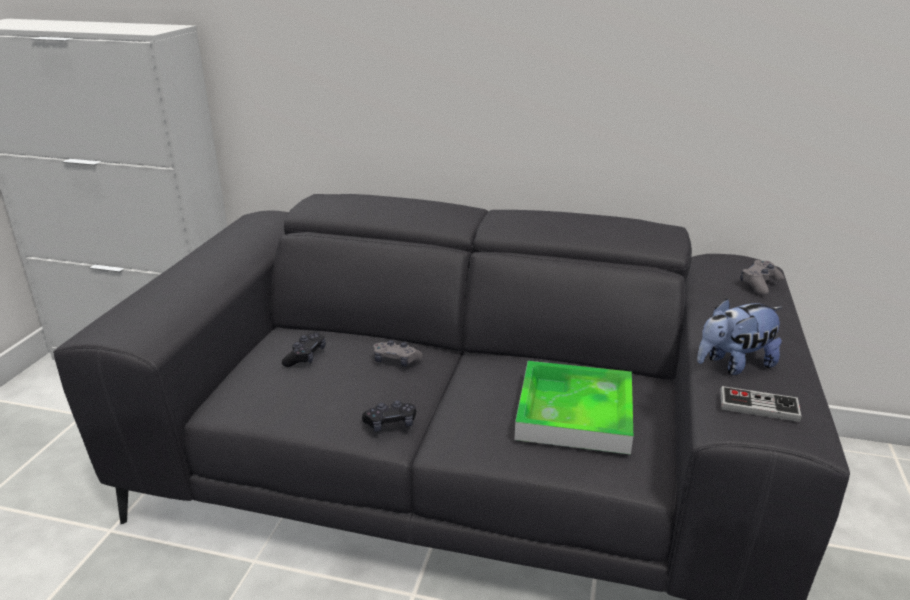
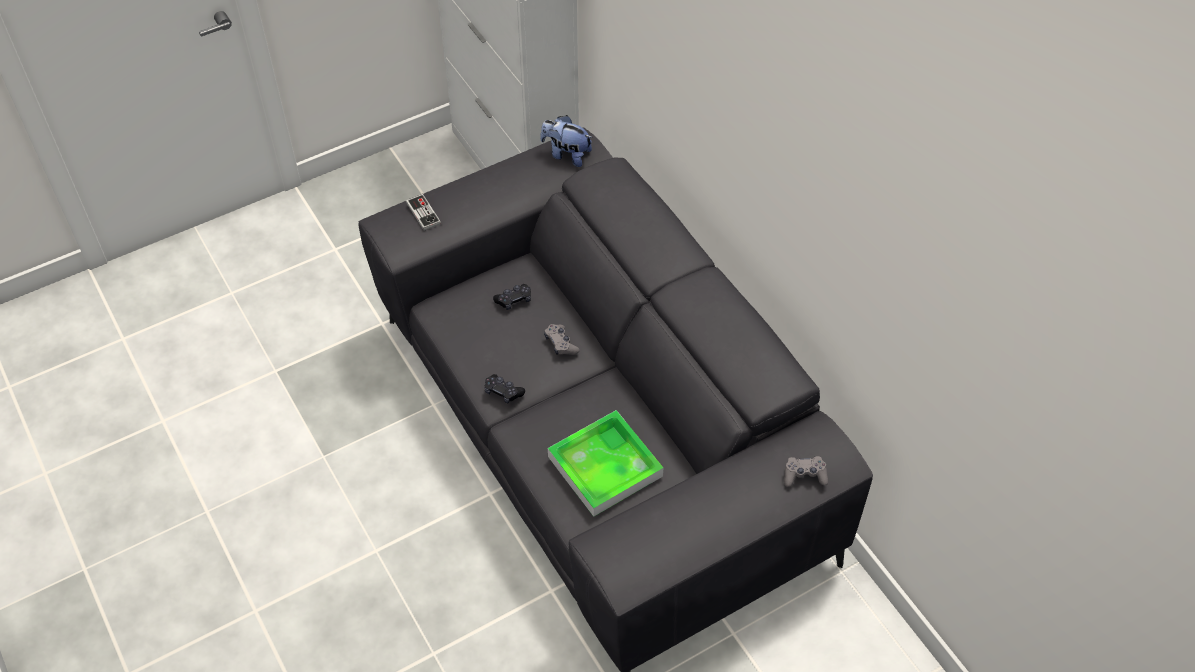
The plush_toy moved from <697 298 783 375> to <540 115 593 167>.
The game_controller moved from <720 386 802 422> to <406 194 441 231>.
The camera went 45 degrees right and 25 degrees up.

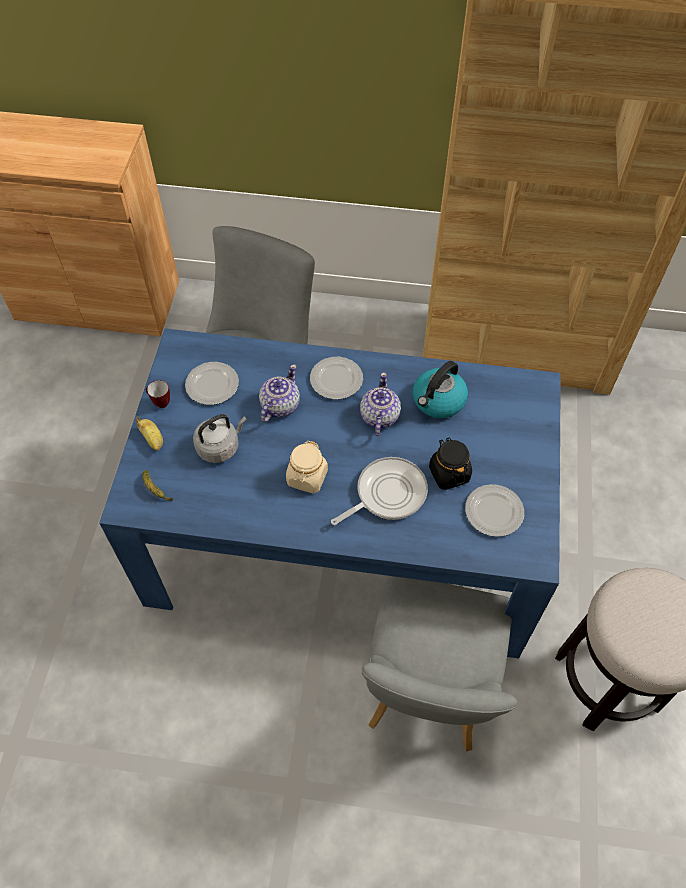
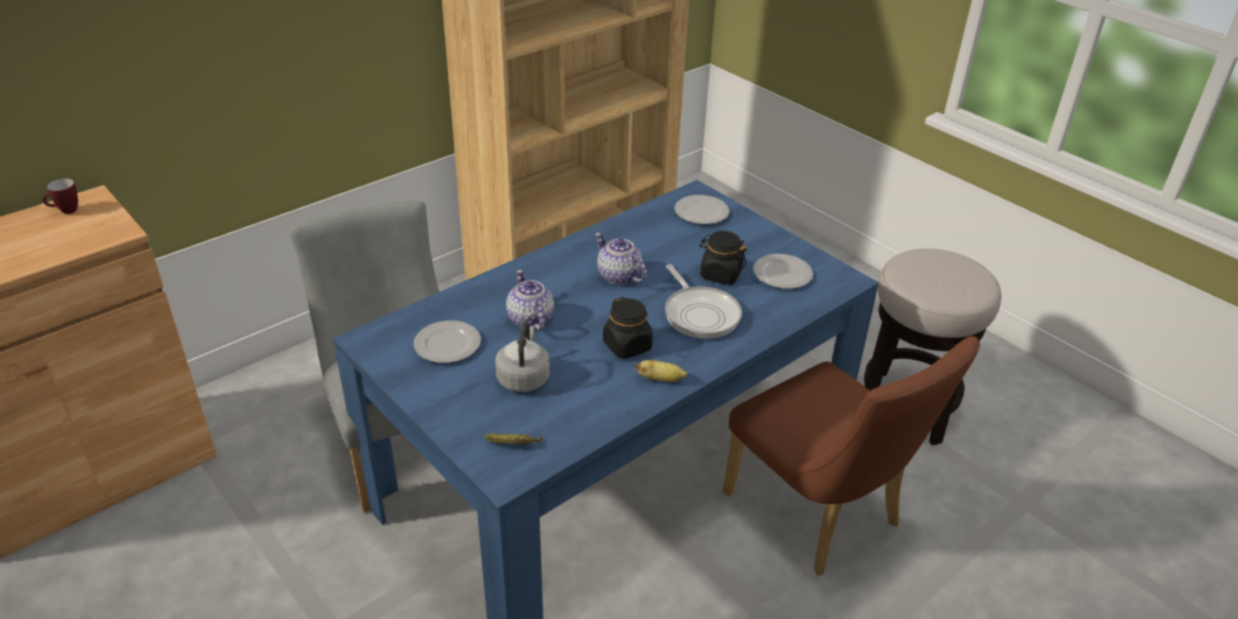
The kettle at <413 361 468 418> disappeared.
The banana moved from <136 417 163 451> to <634 360 688 382>.
The mug moved from <146 380 170 408> to <42 178 78 214>.
The plate moved from <310 357 363 399> to <674 195 729 224>.
The beige_jar at <286 441 328 494> became the black_jar at <603 297 653 359>.
The grey_chair at <362 576 517 751> became the brown_chair at <723 336 980 576>.
The frying_pan at <331 457 428 525> turned 150 degrees clockwise.
The camera went 50 degrees left and 20 degrees down.

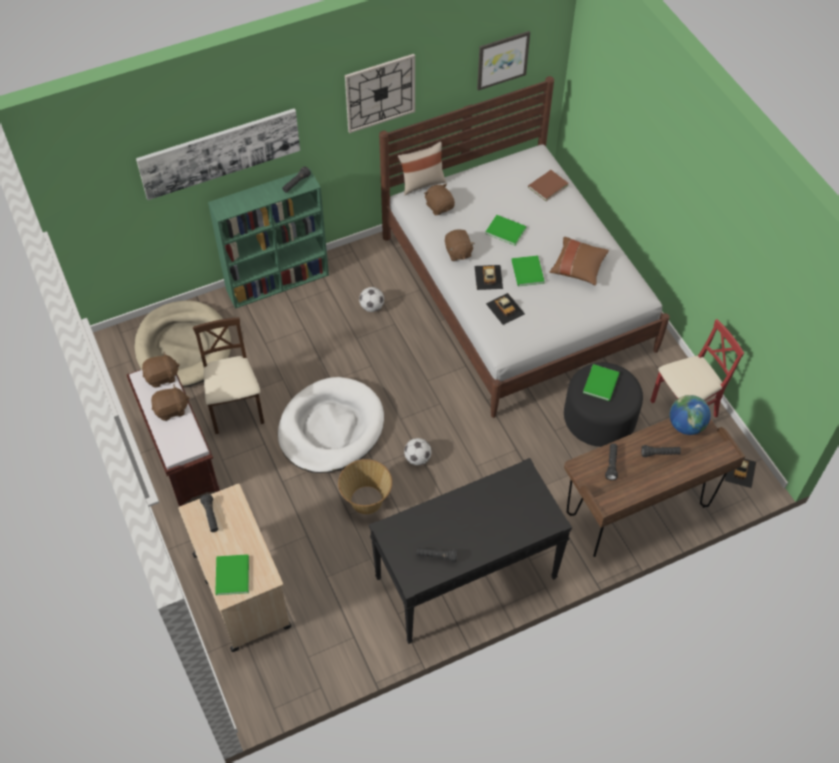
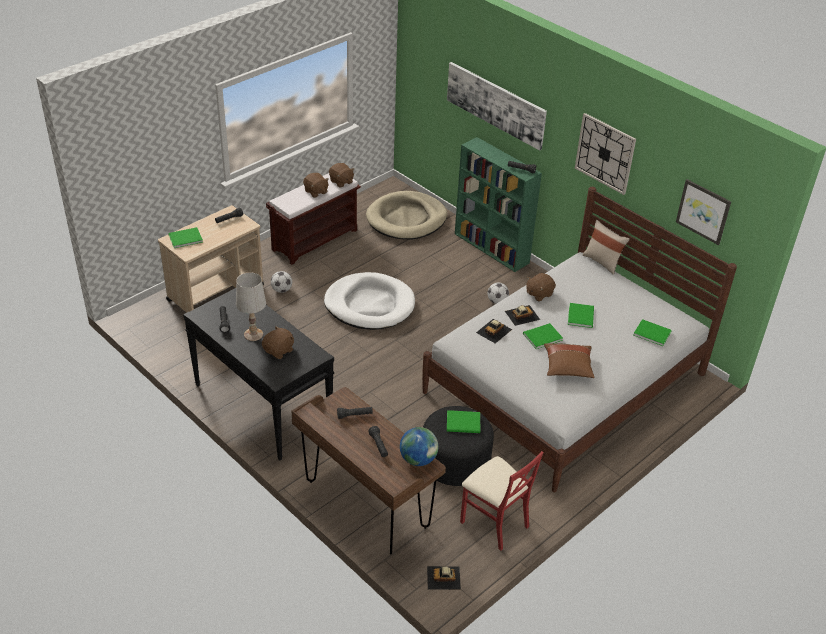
The beige_chair at <193 317 264 434> disappeared.
The basket at <338 459 392 514> disappeared.
The white_table_lamp at <236 272 266 341> appeared.
The football moved from <404 438 431 465> to <271 271 292 293>.
The brown_plush_toy moved from <424 184 455 215> to <262 326 294 359>.
The brown_book at <528 170 569 201> became the green_book at <634 319 672 346>.
The camera went 70 degrees right and 15 degrees down.

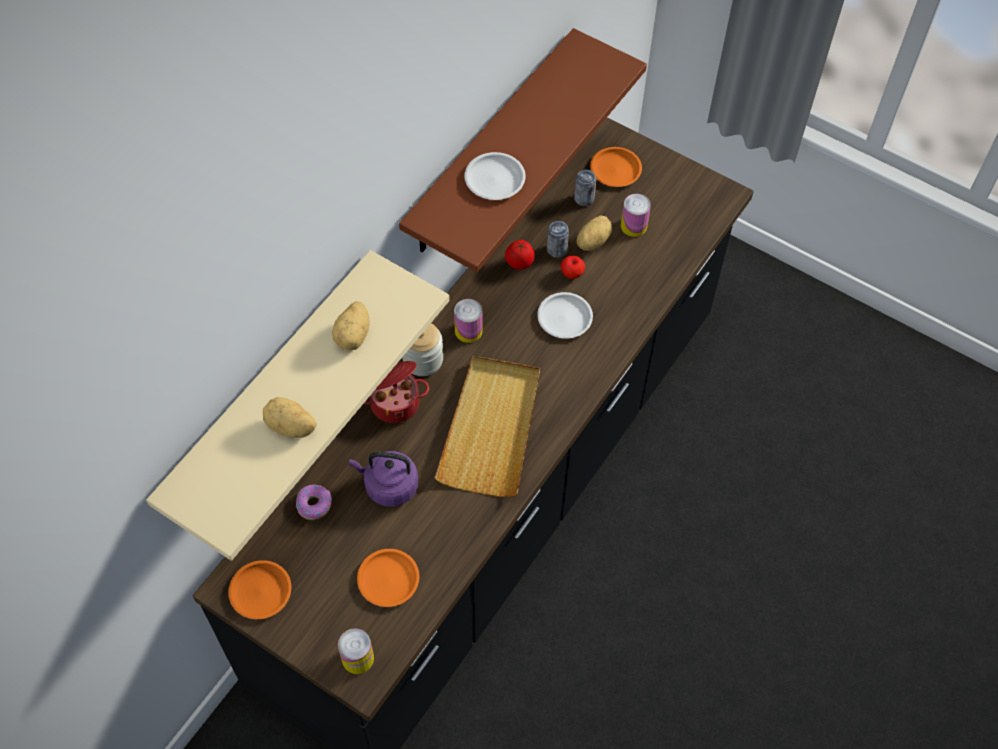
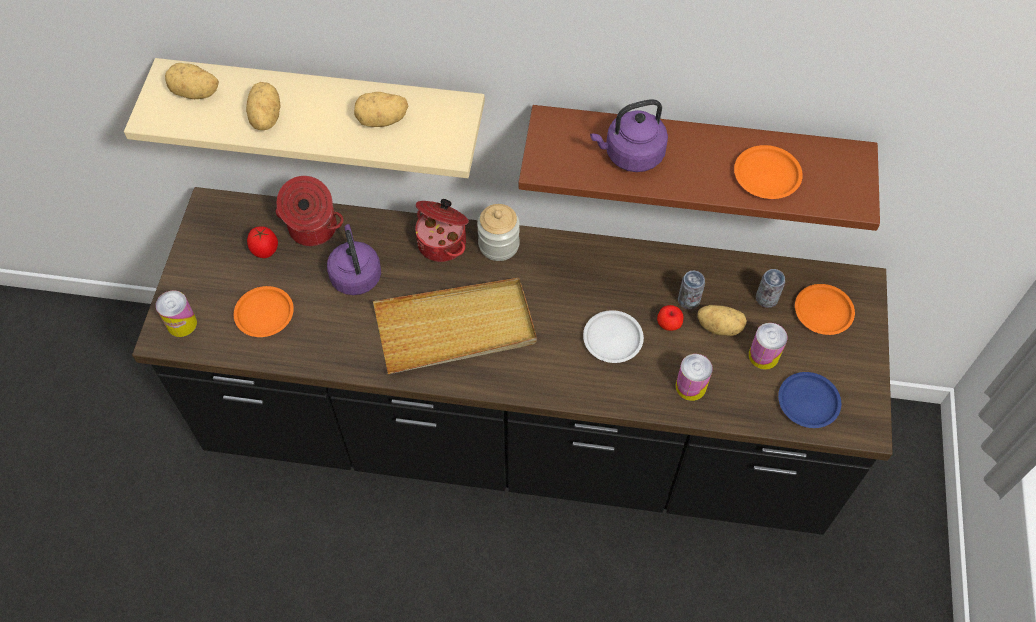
The potato at <165 63 219 99> appeared.
The blue_plate at <778 372 841 428> appeared.
The orange_plate moved from <228 560 291 619> to <734 145 803 199>.
The can moved from <454 299 483 343> to <676 354 713 401>.
The tomato moved from <505 240 535 270> to <247 226 278 258>.
The donut at <296 484 332 520> was replaced by the cooking_pot at <276 176 343 246>.
The white_plate at <464 152 526 200> was replaced by the purple_kettle at <590 99 668 172>.
The camera went 65 degrees right and 0 degrees up.

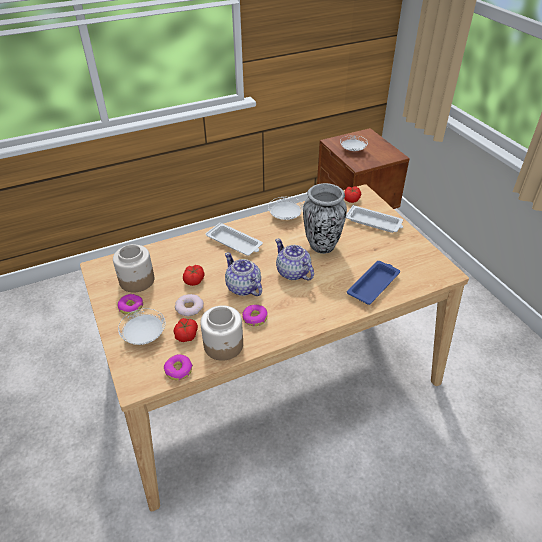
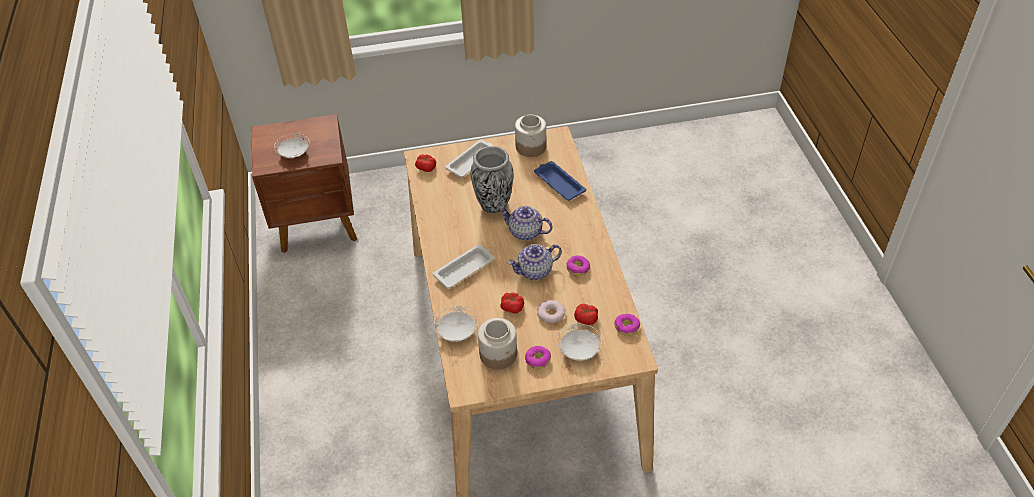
The jar moved from <200 305 243 361> to <515 115 546 157>.
The white_plate moved from <268 197 303 220> to <434 306 478 342>.
The teapot at <275 239 314 281> turned 45 degrees clockwise.
The camera went 75 degrees left and 5 degrees up.

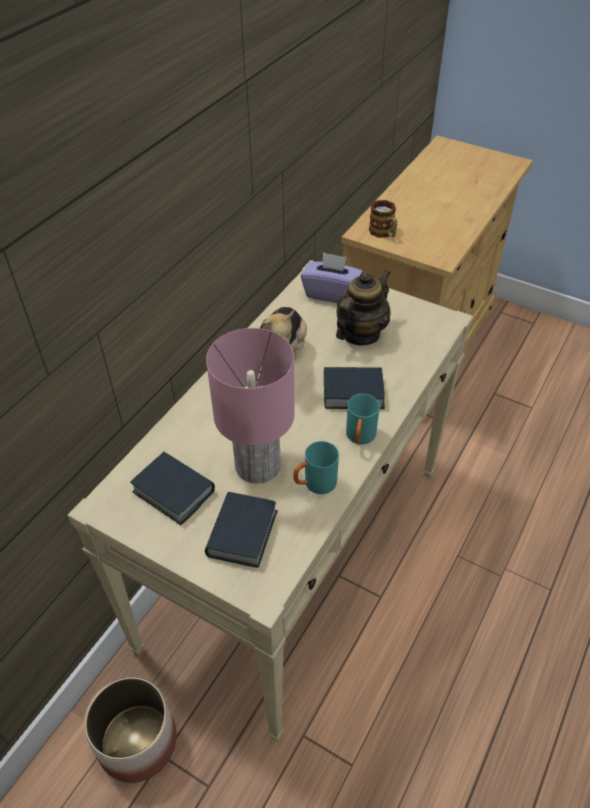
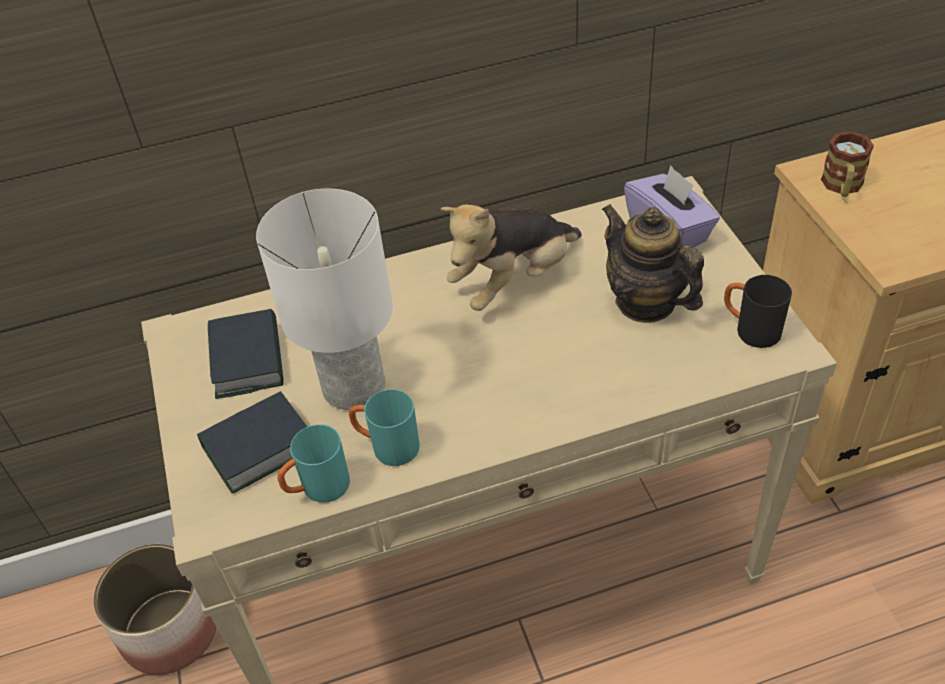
The book at <324 367 385 409> disappeared.
The black_mug at <724 275 792 348> appeared.
The turquoise_mug moved from <346 394 380 444> to <277 424 350 503>.
The pink_table_lamp at <206 328 295 483> became the white_table_lamp at <256 189 393 410>.
The teapot at <336 269 391 346> turned 120 degrees counterclockwise.
The camera went 45 degrees right and 0 degrees up.

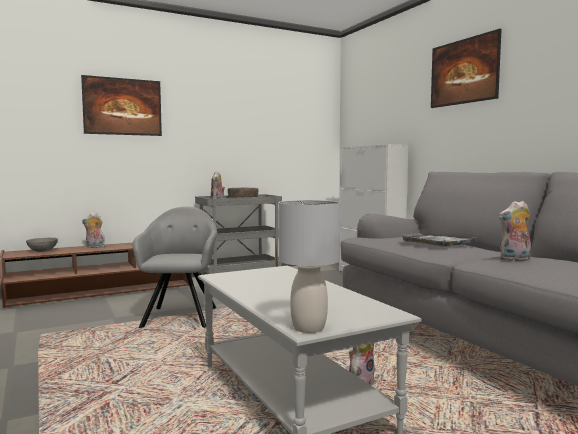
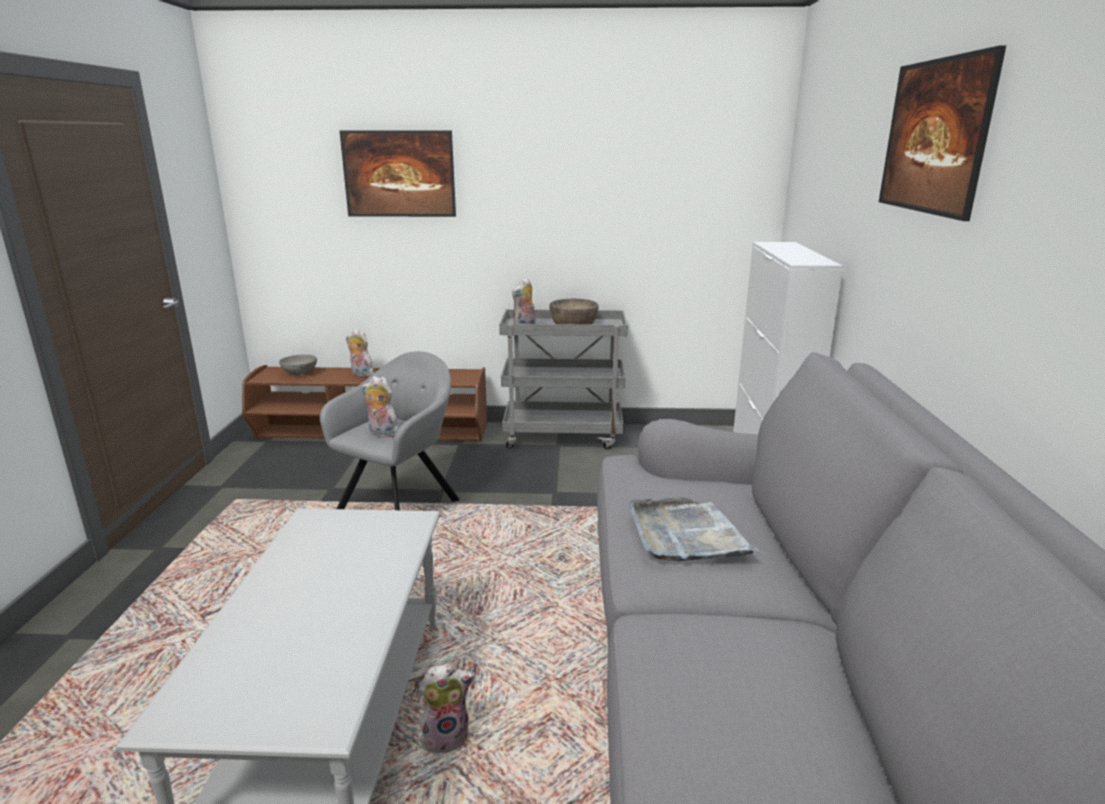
The grey_table_lamp at <279 200 341 333> disappeared.
The plush_toy moved from <498 201 531 261> to <362 376 398 438>.
The camera went 30 degrees right and 15 degrees up.

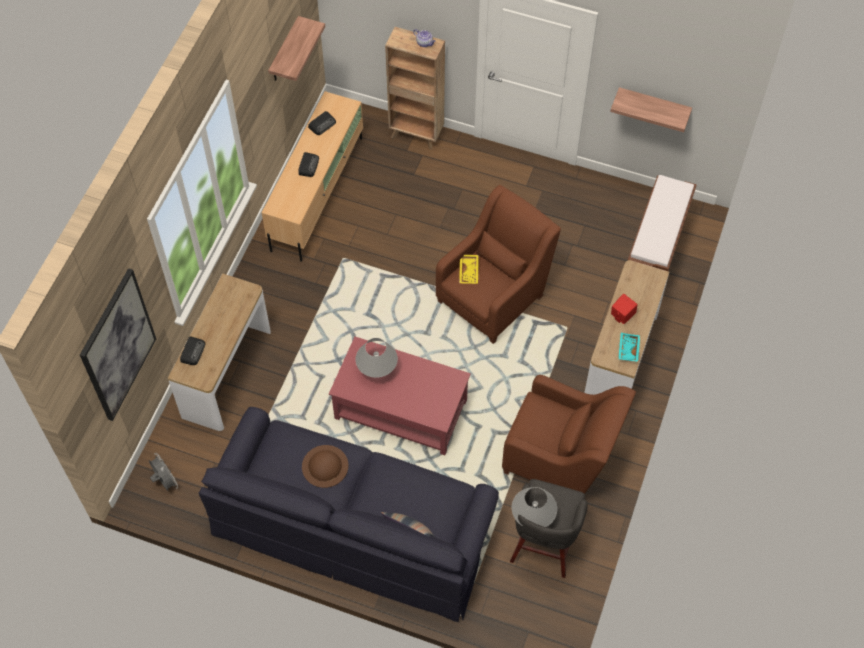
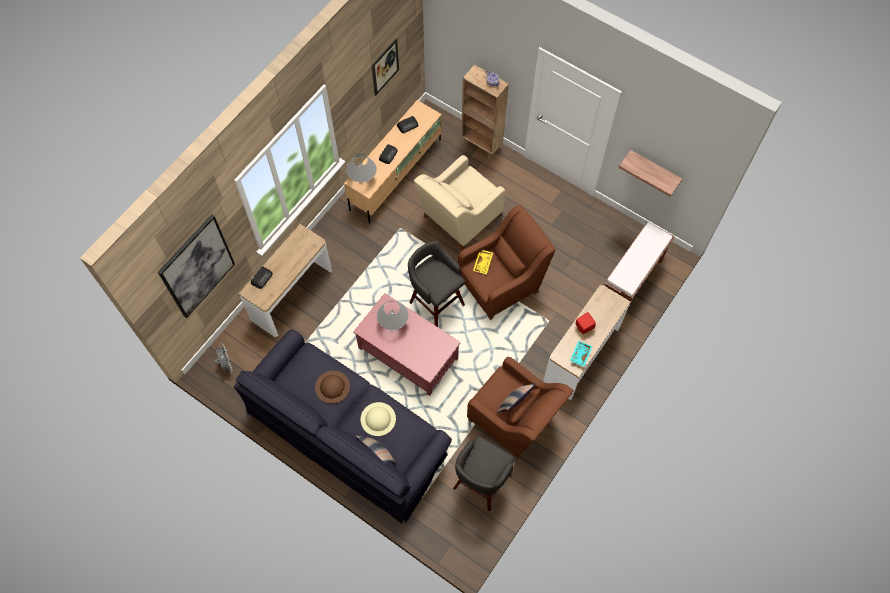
The beige_hat at <360 402 396 436> appeared.
The grey_stool at <408 241 465 327> appeared.
The beige_armchair at <414 155 506 250> appeared.
The pillow at <496 383 536 413> appeared.
The grey_table_lamp moved from <512 487 557 527> to <347 154 377 182>.
The shelf at <268 16 325 81> was replaced by the picture at <372 38 399 96>.
The camera went 15 degrees right and 5 degrees up.

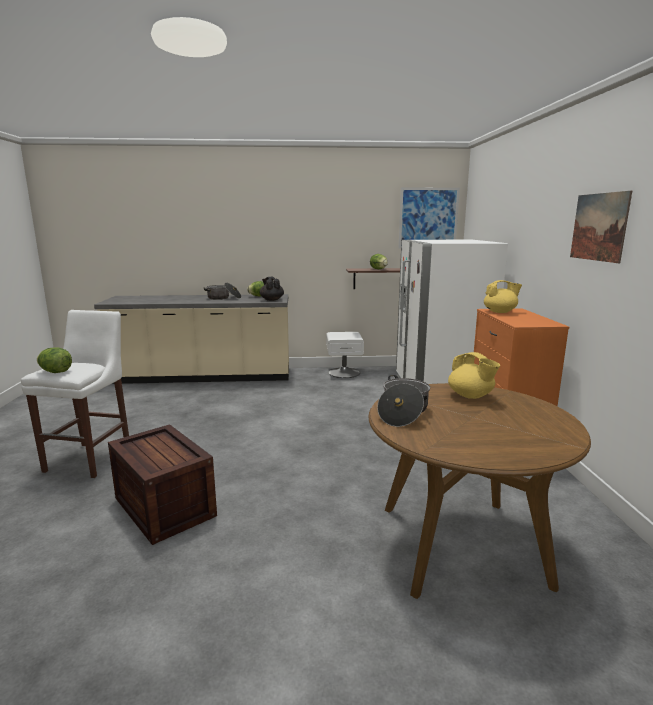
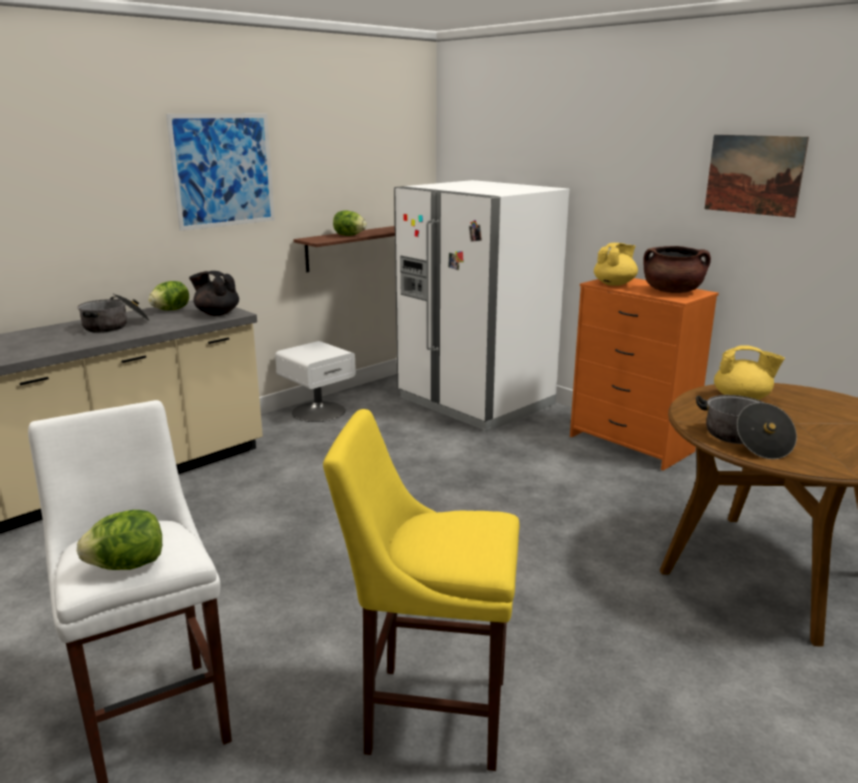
The brown_cooking_pot at <643 246 711 293> appeared.
The picture moved from <399 187 460 248> to <166 114 275 231>.
The crate at <108 424 217 545> was replaced by the yellow_stool at <323 409 520 771>.
The camera went 40 degrees left and 5 degrees up.

